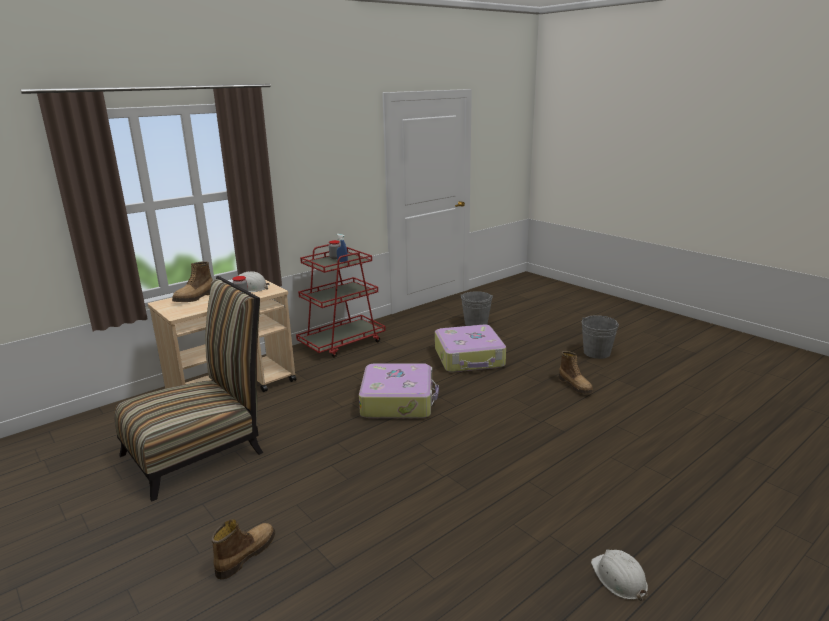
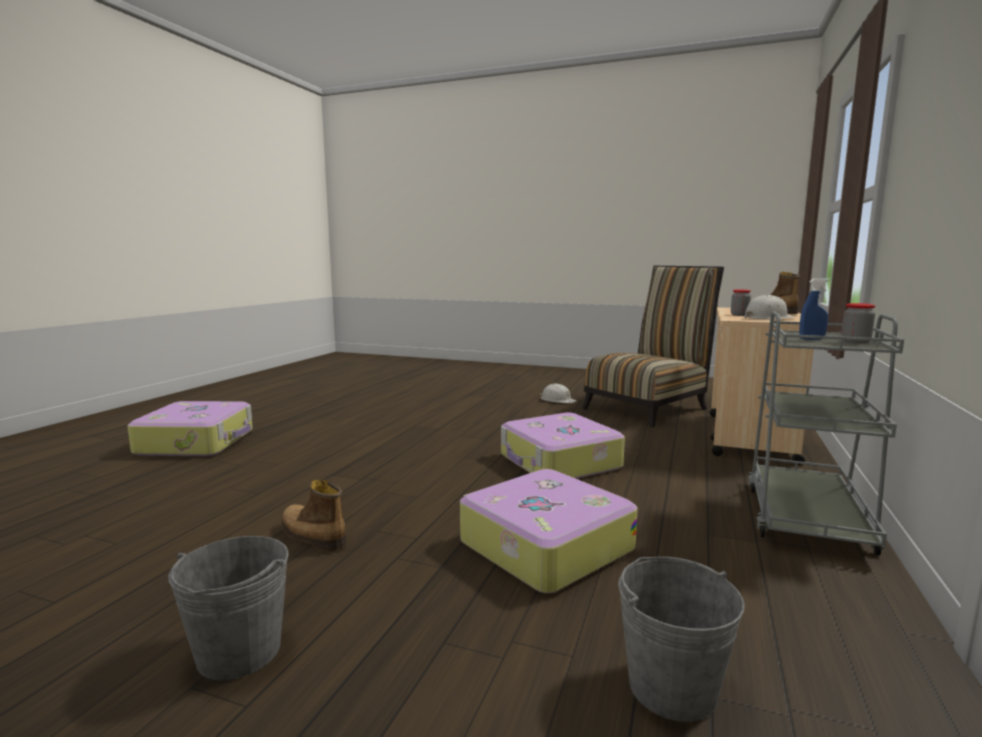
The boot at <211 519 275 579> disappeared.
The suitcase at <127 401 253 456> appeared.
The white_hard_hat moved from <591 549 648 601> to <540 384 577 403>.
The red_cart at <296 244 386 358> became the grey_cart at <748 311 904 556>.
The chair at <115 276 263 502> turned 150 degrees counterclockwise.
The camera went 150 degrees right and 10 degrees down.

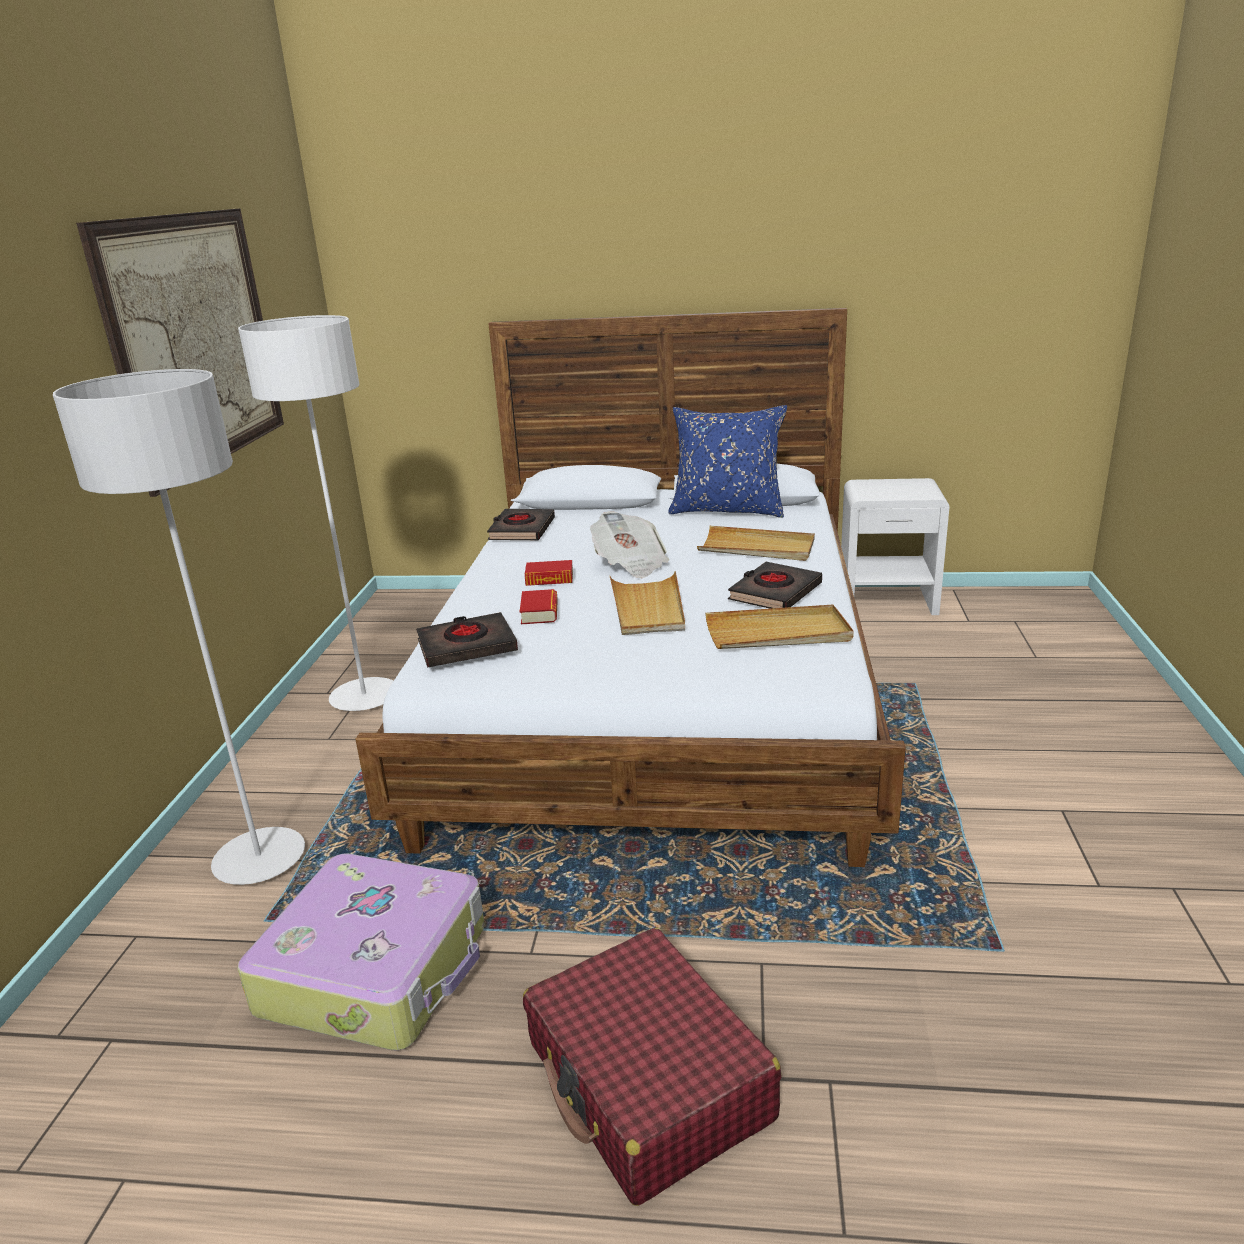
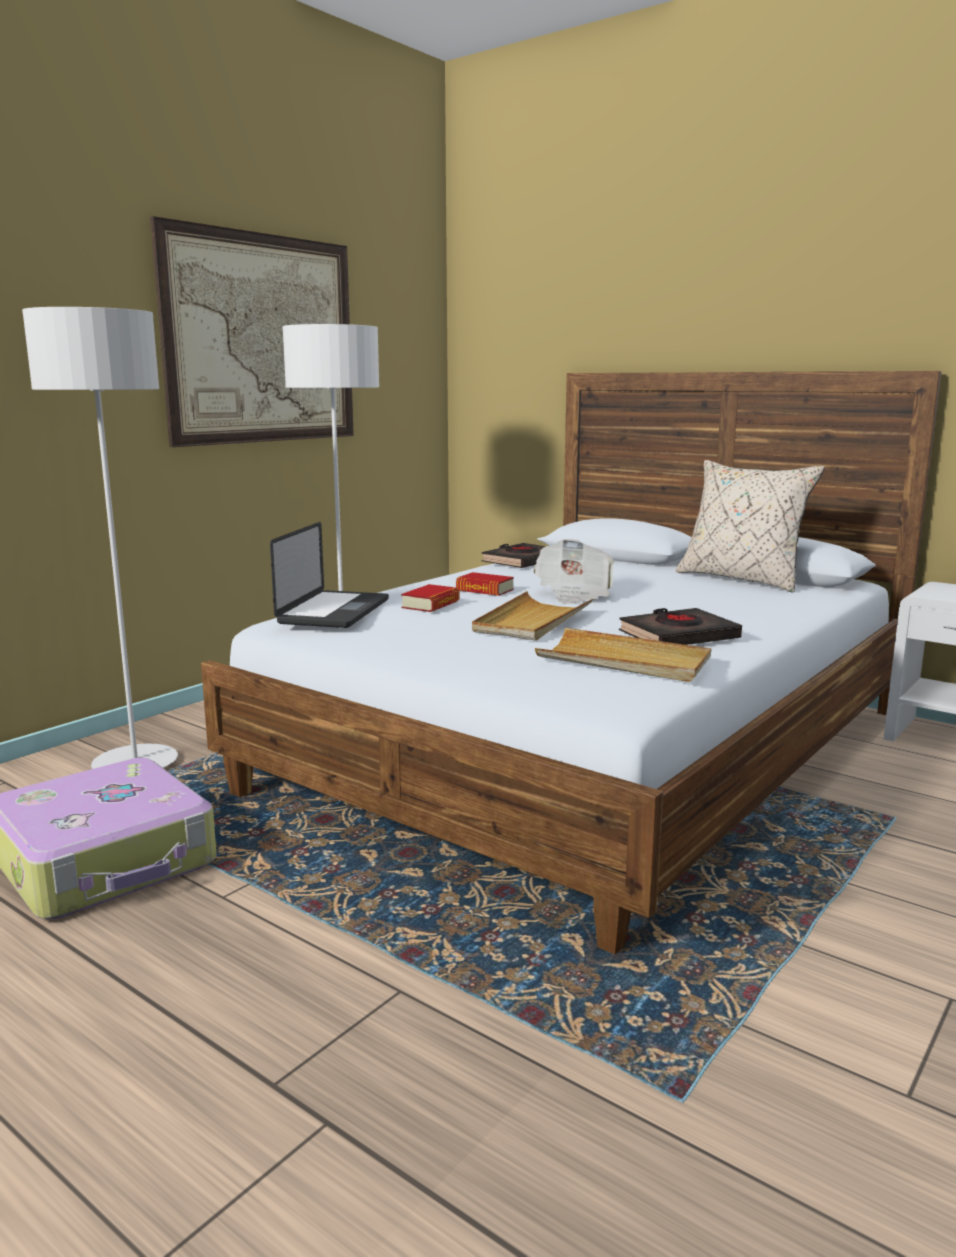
The red_suitcase at <523 928 782 1206> disappeared.
The beige_tray at <697 526 815 561> disappeared.
The black_book at <416 612 518 668> was replaced by the laptop at <270 522 389 628>.
The blue_pillow at <669 405 787 518> became the beige_pillow at <676 460 825 592>.
The camera went 30 degrees right and 10 degrees down.

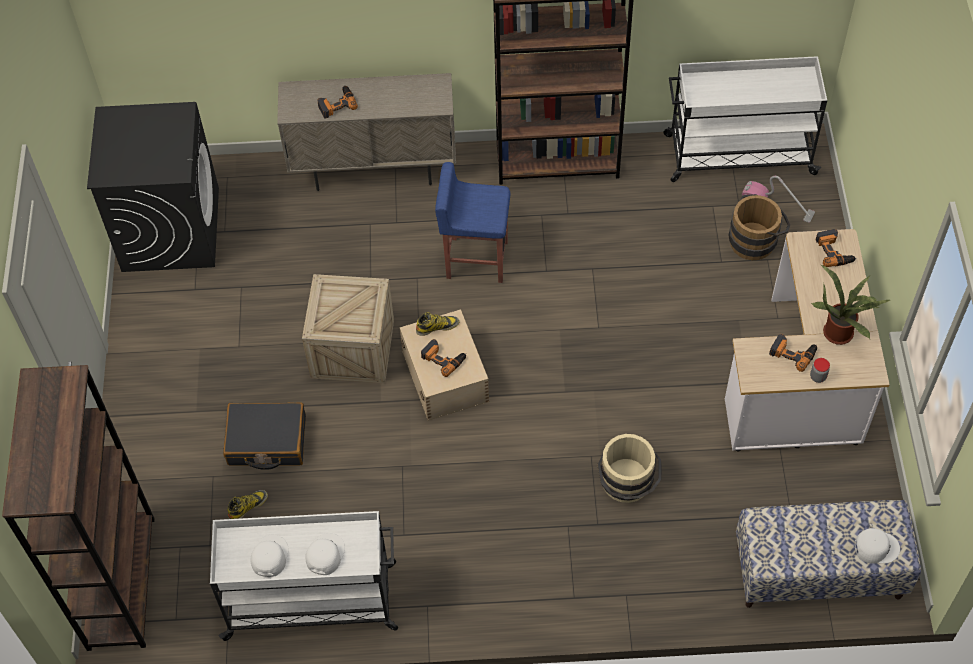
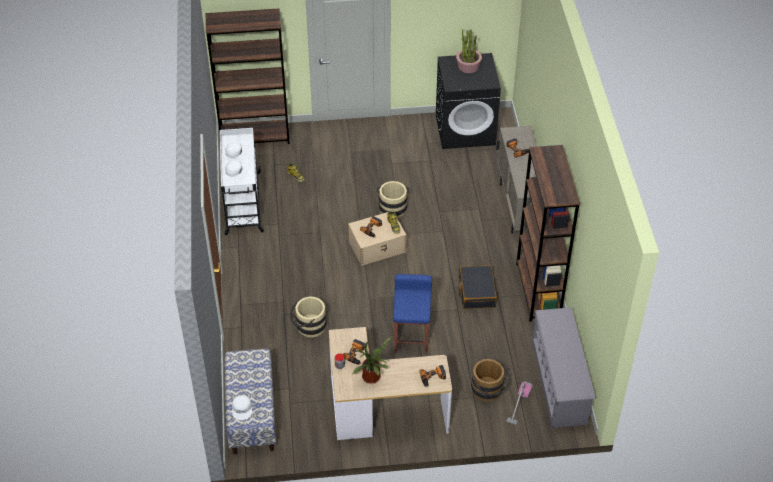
The potted_plant at <456 29 482 73> appeared.
The black_suitcase moved from <223 402 306 470> to <458 265 497 309>.
The blue_stool moved from <435 162 510 283> to <393 274 432 353>.
The crate at <302 274 394 383> was replaced by the beige_bucket at <376 181 410 218>.
The white_cart at <663 56 827 182> was replaced by the grey_shoe_rack at <532 307 596 429>.
The camera went 85 degrees right and 10 degrees down.

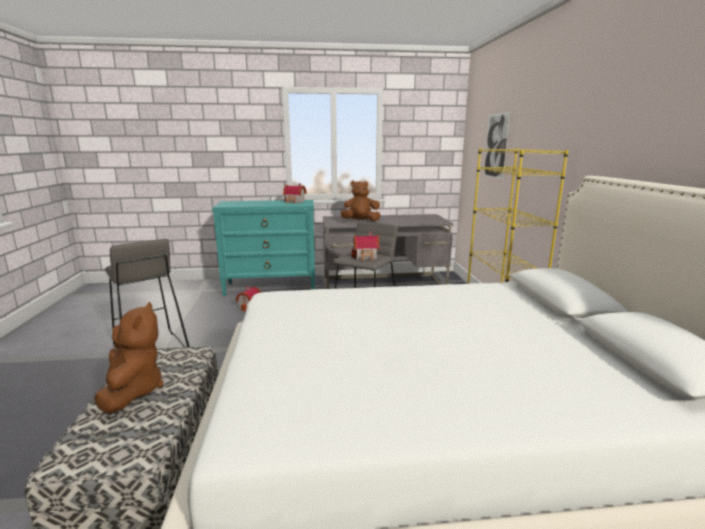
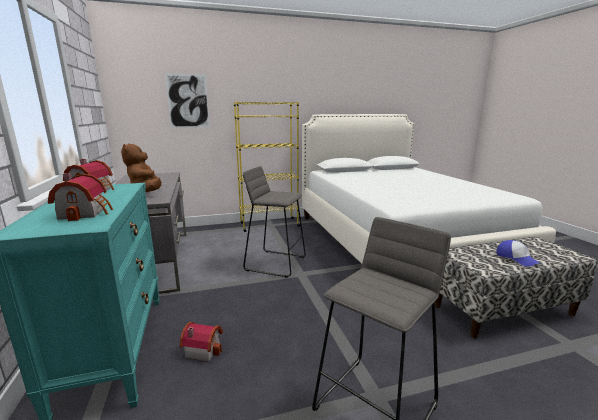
The toy_house moved from <352 232 379 261> to <48 173 113 221>.
The brown_plush_toy at <94 302 163 413> was replaced by the cap at <496 240 540 267>.
The camera went 100 degrees left and 0 degrees up.

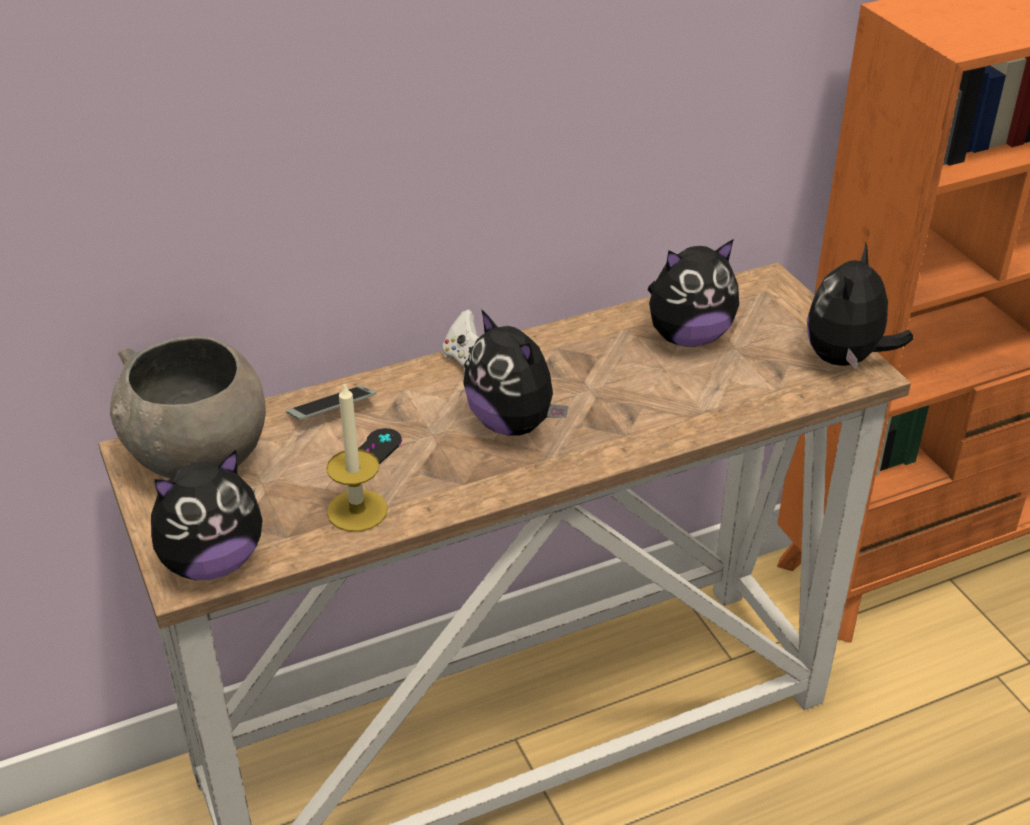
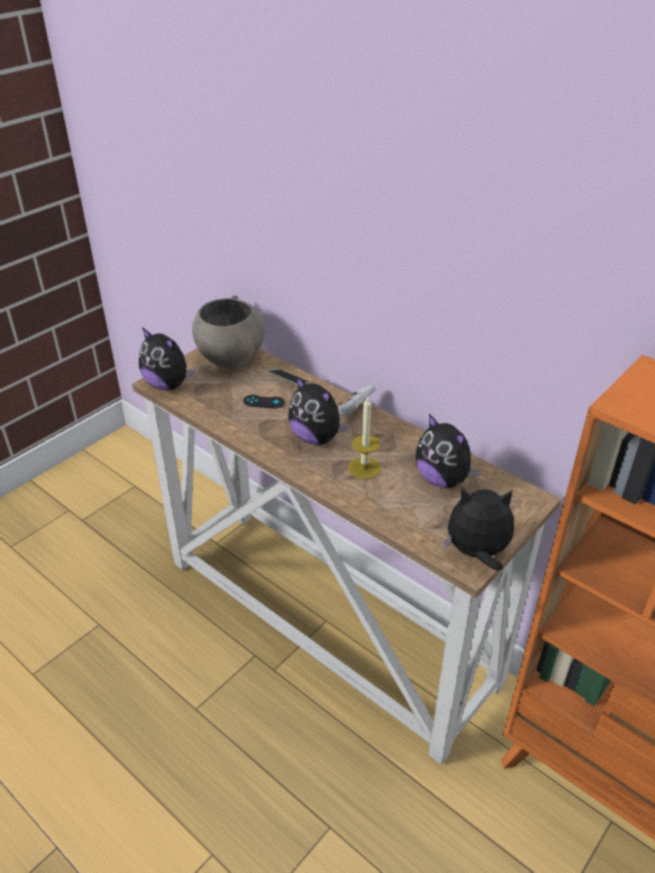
The candle moved from <326 382 388 532> to <348 396 381 479>.
The plush_toy at <463 309 568 436> turned 75 degrees counterclockwise.
The camera went 65 degrees right and 0 degrees up.

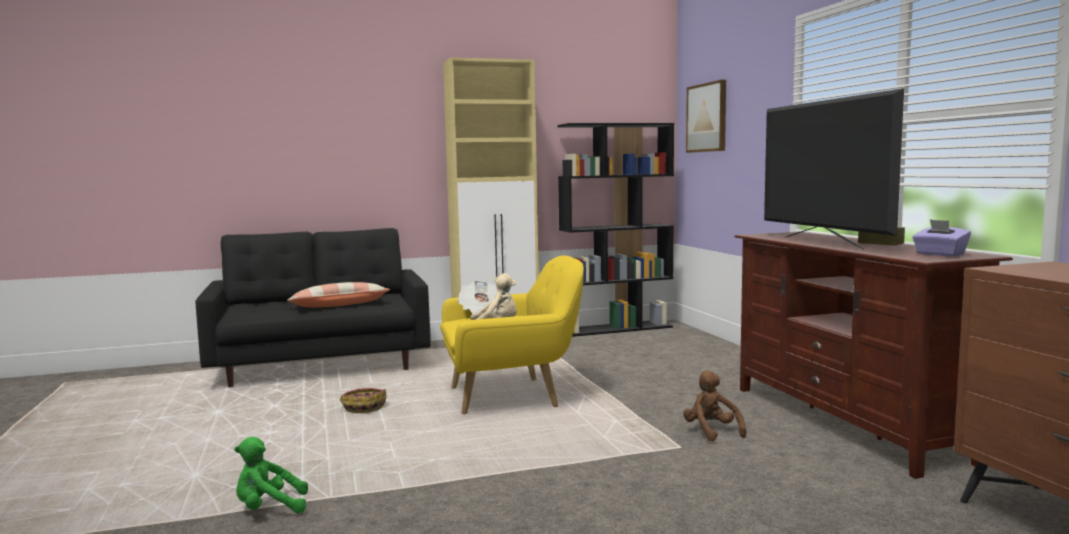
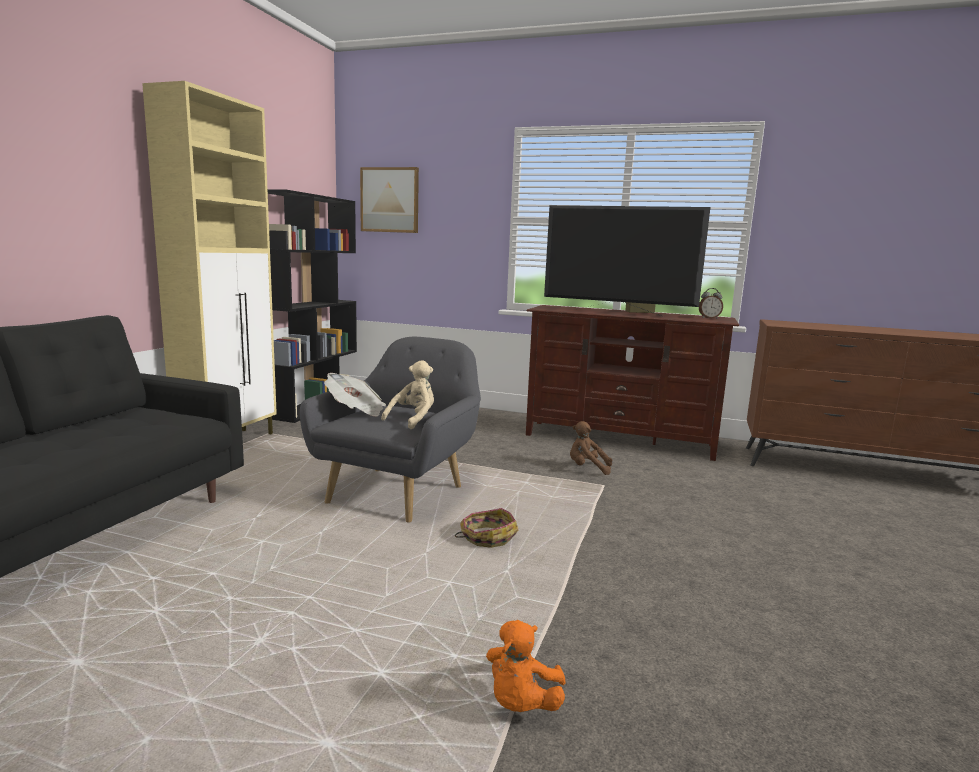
The pillow at <287 282 390 308> disappeared.
The basket moved from <340 388 386 413> to <455 508 519 548>.
The purple_tissue_box at <912 219 971 256> was replaced by the alarm_clock at <699 288 723 319>.
The green_plush_toy at <234 437 308 513> became the orange_plush_toy at <486 620 565 712>.
The yellow_armchair at <440 256 584 414> became the grey_armchair at <300 337 481 523>.
The camera went 55 degrees left and 5 degrees up.

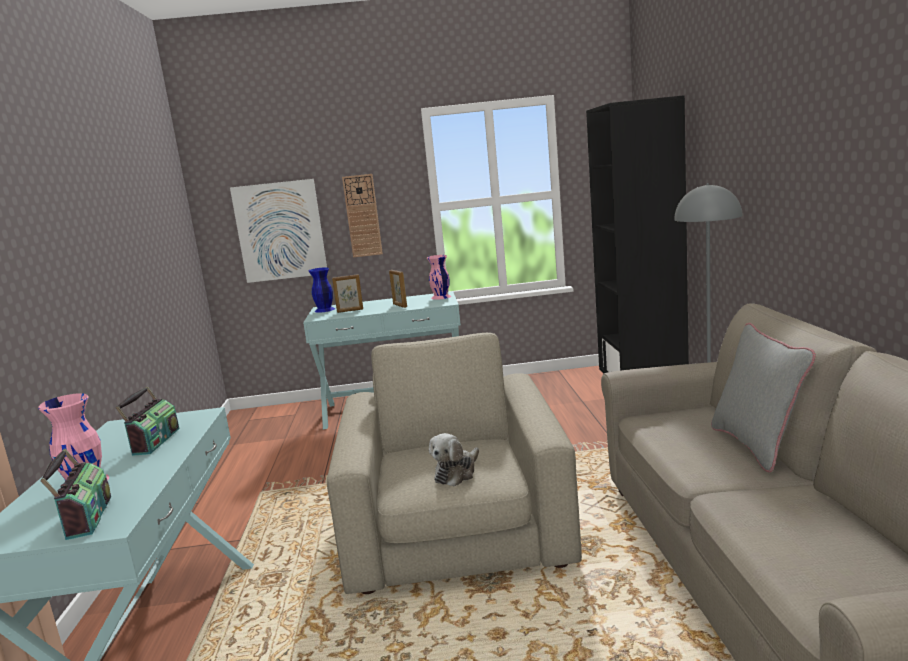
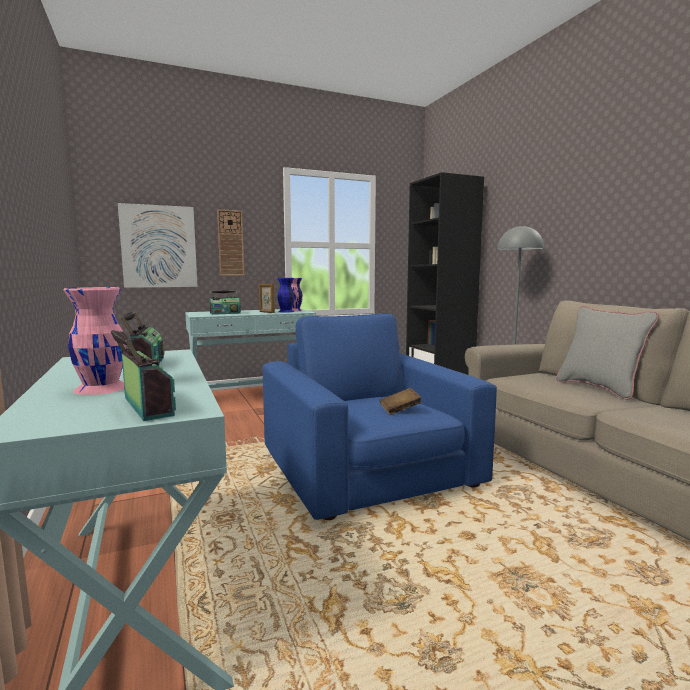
The blue_vase moved from <309 267 335 313> to <277 278 295 313>.
The picture_frame at <332 274 363 313> was replaced by the radio at <209 290 241 315>.
The plush_toy at <429 433 479 486> was replaced by the brown_book at <380 388 422 415>.
The beige_armchair at <327 333 582 594> became the blue_armchair at <263 313 497 520>.
The camera went 20 degrees left and 5 degrees down.

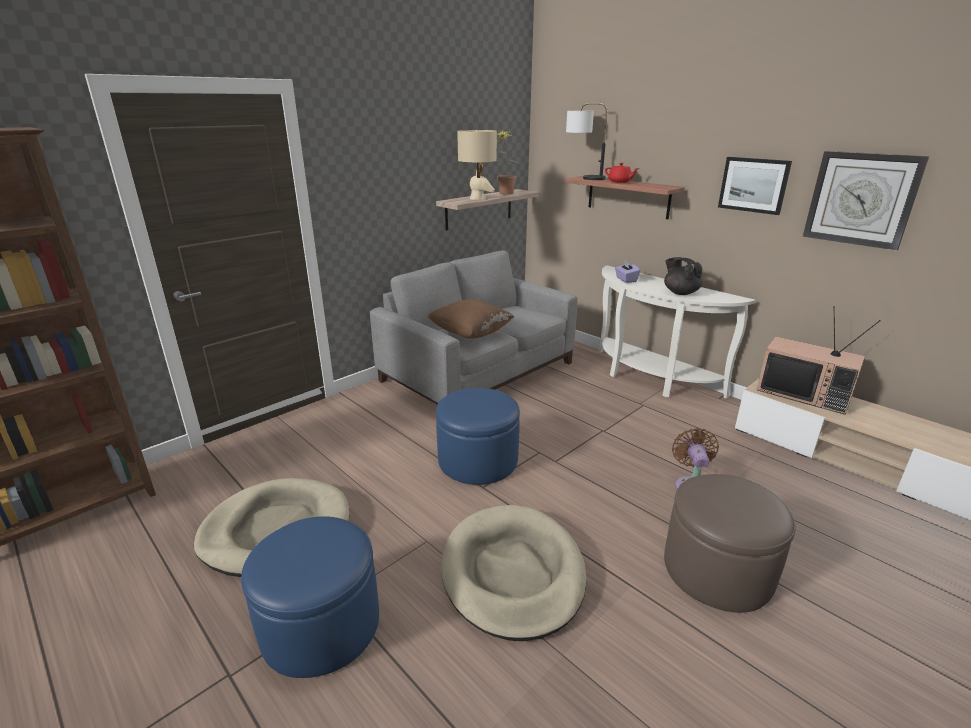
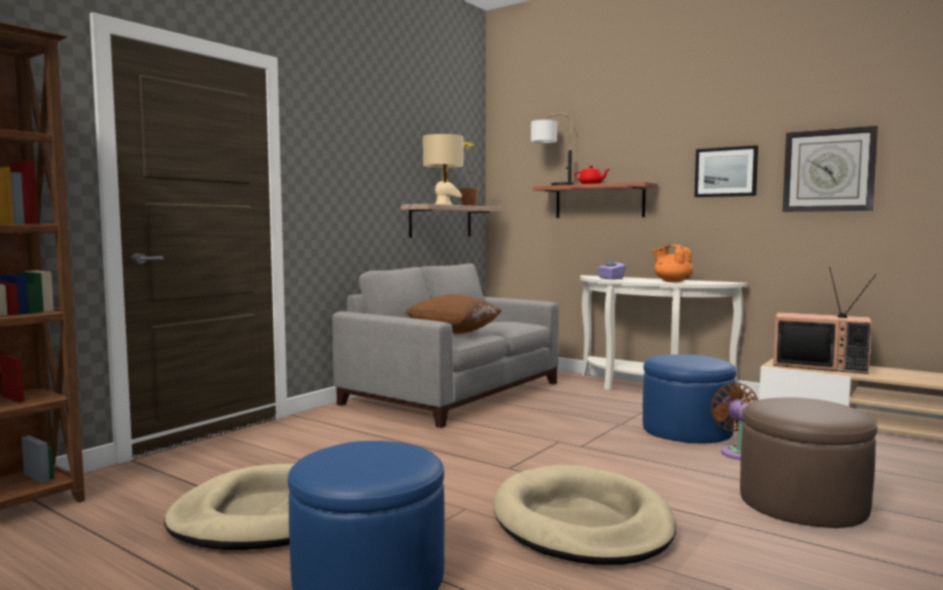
The blue_ottoman moved from <436 388 520 485> to <643 354 737 443>.
The black_teapot at <664 257 702 295> became the orange_teapot at <652 245 693 282>.
The camera went 10 degrees left and 20 degrees down.

